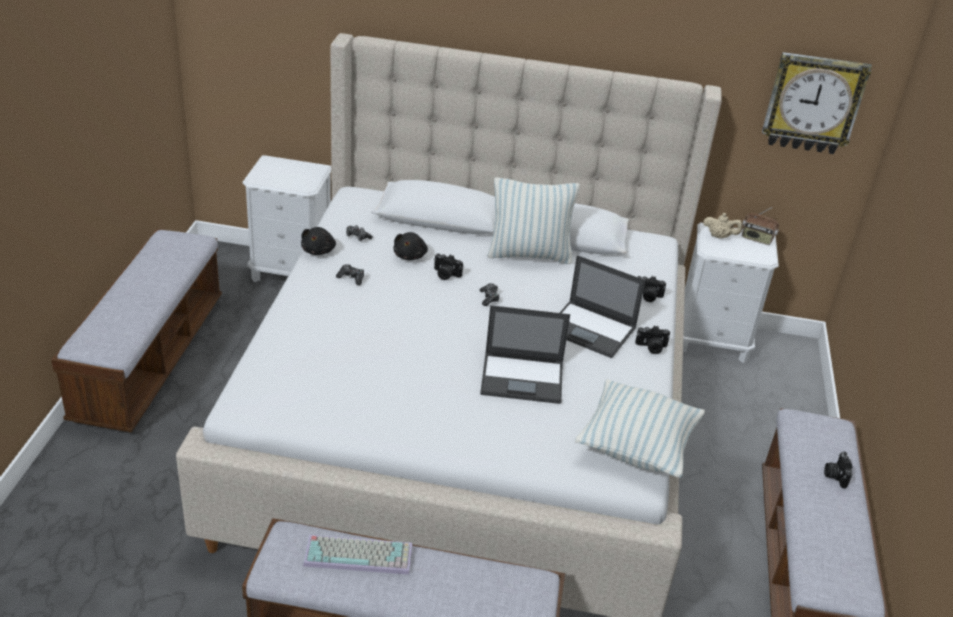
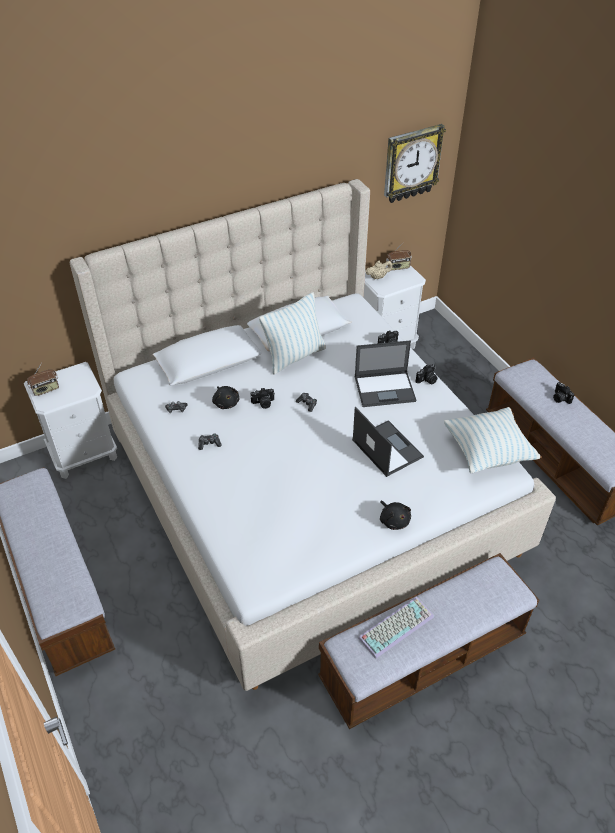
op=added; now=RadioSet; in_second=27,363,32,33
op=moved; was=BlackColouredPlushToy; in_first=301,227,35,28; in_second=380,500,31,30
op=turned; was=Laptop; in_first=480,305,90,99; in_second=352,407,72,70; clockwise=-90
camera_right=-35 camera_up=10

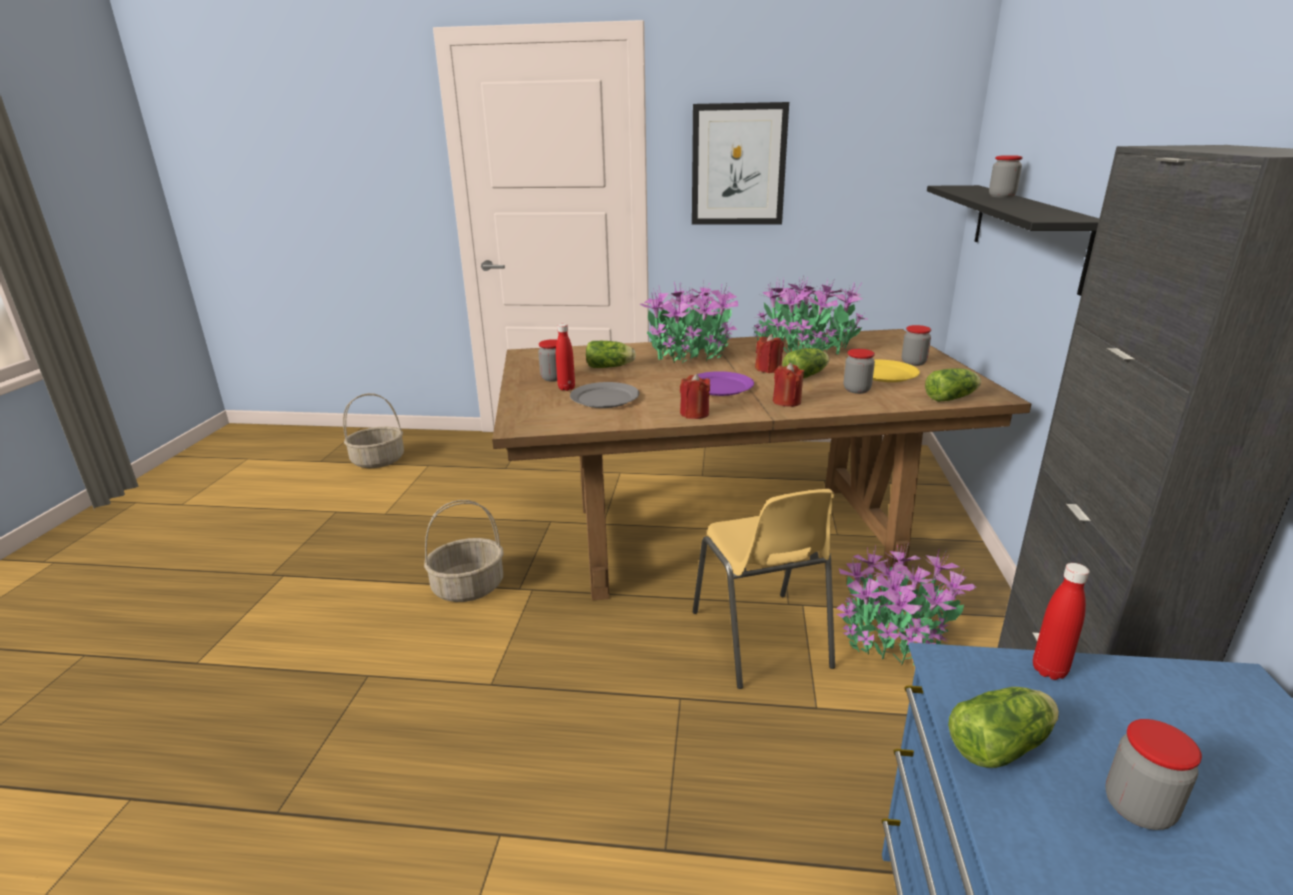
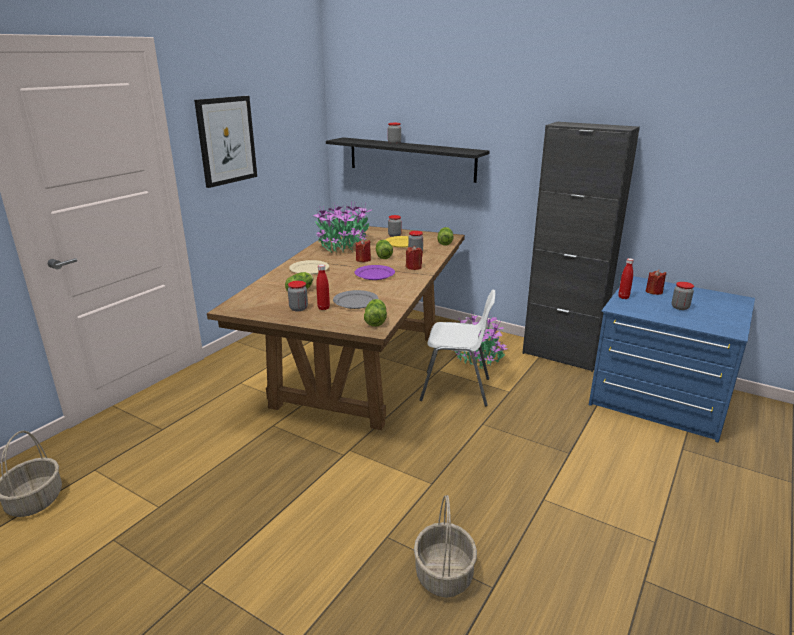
op=moved; was=Basket; in_first=424,500,80,102; in_second=414,495,63,103
op=moved; was=ReddishCandle; in_first=680,373,30,46; in_second=646,270,20,25
op=moved; was=Lettuce; in_first=948,687,111,81; in_second=364,299,23,28
op=replaced; was=Houseplant; now=BeigeColouredDinnerPlate; in_first=640,280,98,83; in_second=289,260,40,15
op=recoloured; was=YellowUprightChair; now=WhiteColouredUprightChair; in_first=693,489,142,200; in_second=420,290,75,116
camera_right=-65 camera_up=0

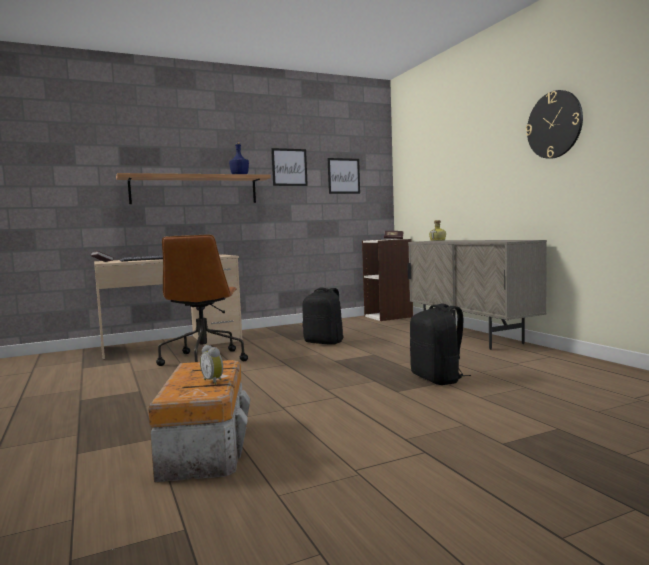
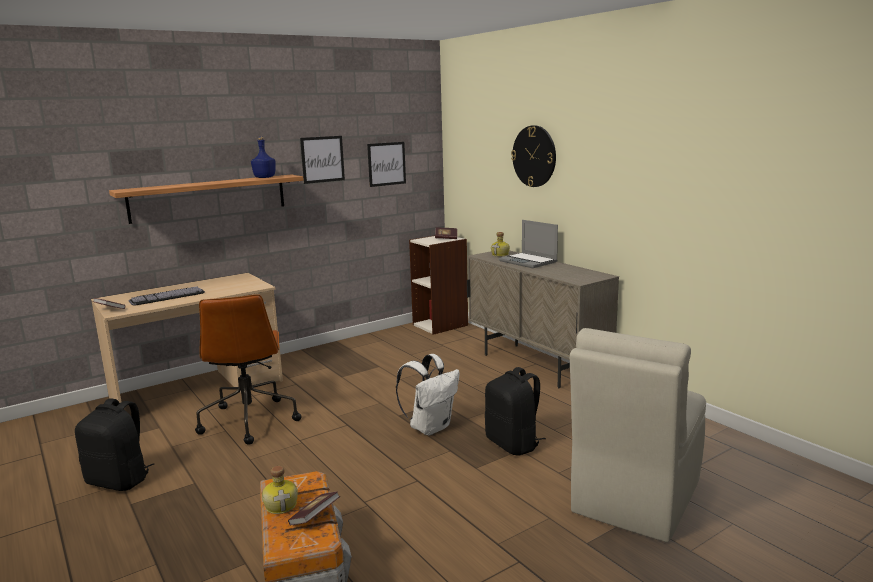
op=added; now=BeverageBottle; in_second=262,466,36,48
op=added; now=WhiteColouredRucksack; in_second=396,354,64,82
op=added; now=Laptop; in_second=499,220,59,48
op=added; now=BeigeColouredUprightChair; in_second=570,328,136,214
op=moved; was=BlackColouredRucksack; in_first=302,288,42,57; in_second=75,398,79,93
op=moved; was=HangingClock; in_first=526,90,57,69; in_second=511,125,45,62
op=replaced; was=TableClock; now=Volume; in_first=200,345,23,40; in_second=288,491,52,34
camera_right=-10 camera_up=10

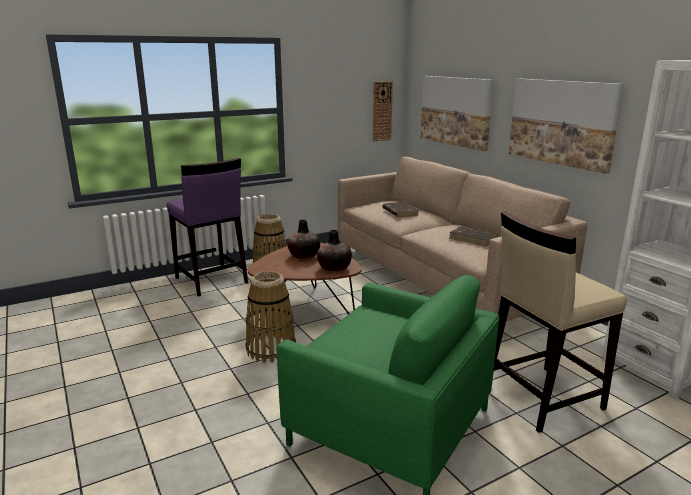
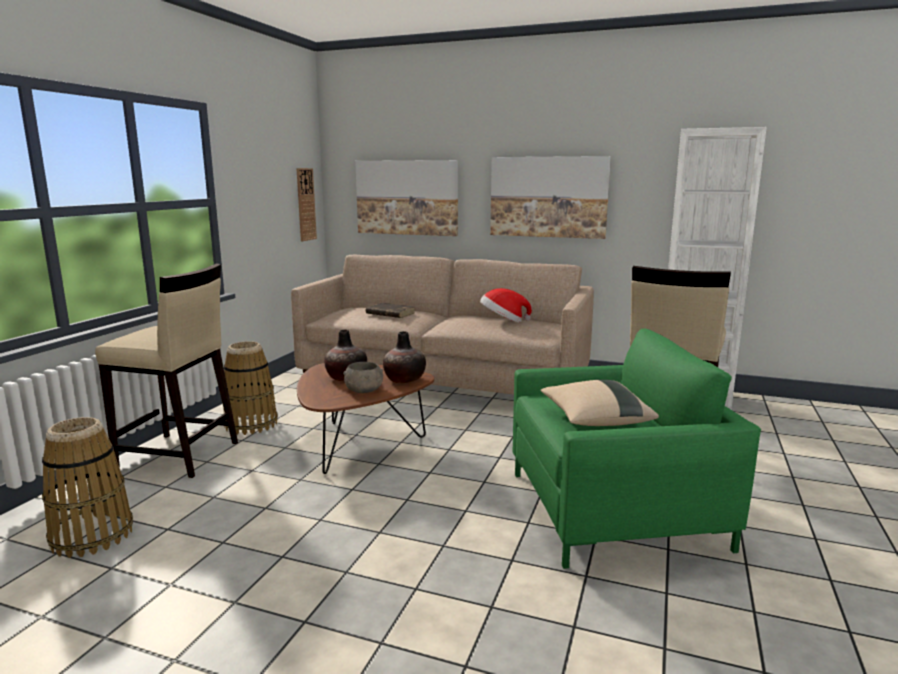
op=added; now=GreyishServingBowl; in_second=343,362,40,31
op=added; now=BeigeColouredPillow; in_second=541,380,118,46
op=moved; was=Basket; in_first=246,271,50,92; in_second=42,417,91,141
op=replaced; was=BrownishVolume; now=WearableHat; in_first=449,226,49,20; in_second=480,288,52,35
op=recoloured; was=PurpleColouredSittingStool; now=BeigeColouredSittingStool; in_first=167,158,81,139; in_second=95,263,143,215
camera_right=-40 camera_up=-5

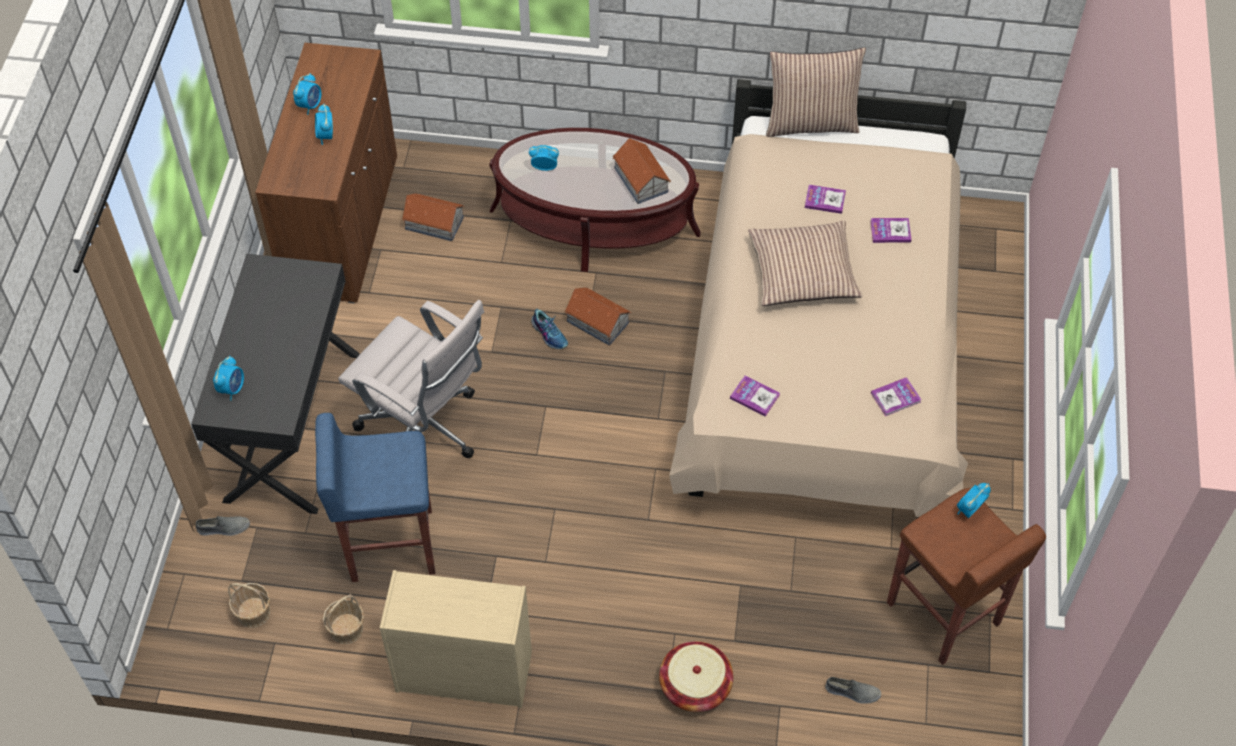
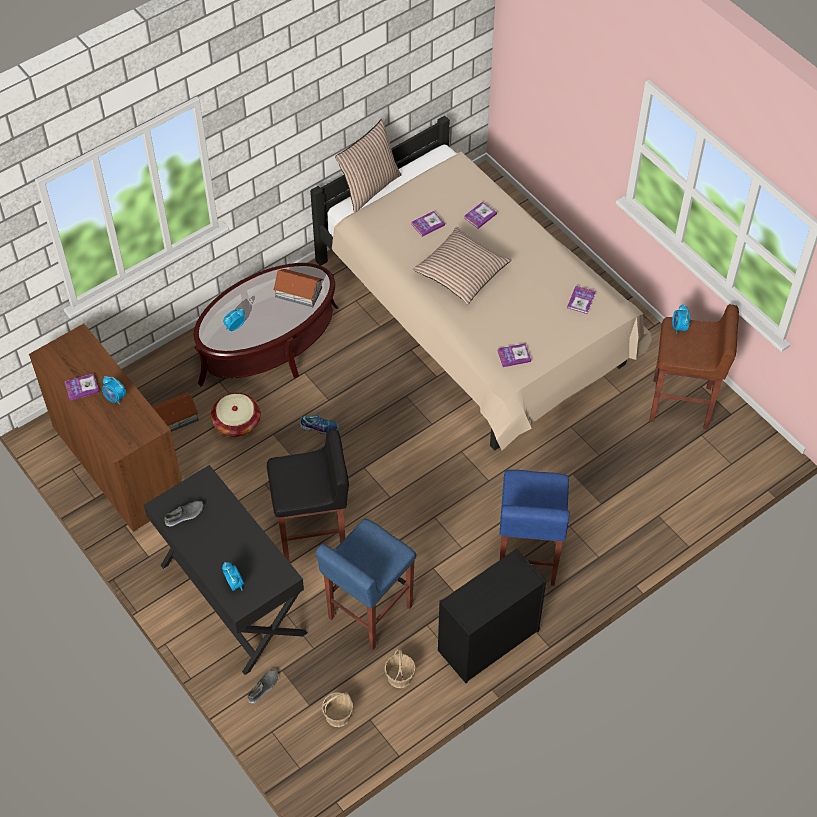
op=removed; was=ToyHouse; in_first=565,287,66,59
op=added; now=BlueSittingStool; in_second=500,470,69,116
op=moved; was=Basket; in_first=659,641,74,71; in_second=211,393,50,44
op=moved; was=GreyishShoe; in_first=825,677,56,27; in_second=164,501,39,26
op=replaced; was=TableClock; now=Volume; in_first=293,73,28,42; in_second=65,374,34,27
op=replaced; was=WhiteColouredOfficeChair; now=BlackColouredSittingStool; in_first=338,300,146,158; in_second=267,430,82,132
op=recoloured; was=BeigeColouredChestOfDrawers; now=BlackColouredChestOfDrawers; in_first=380,570,152,138; in_second=438,548,108,135
camera_right=-45 camera_up=0

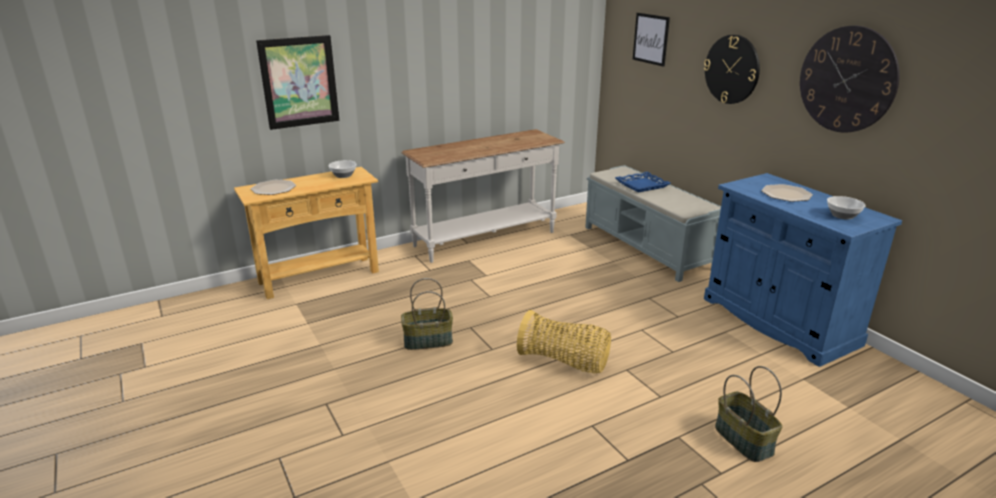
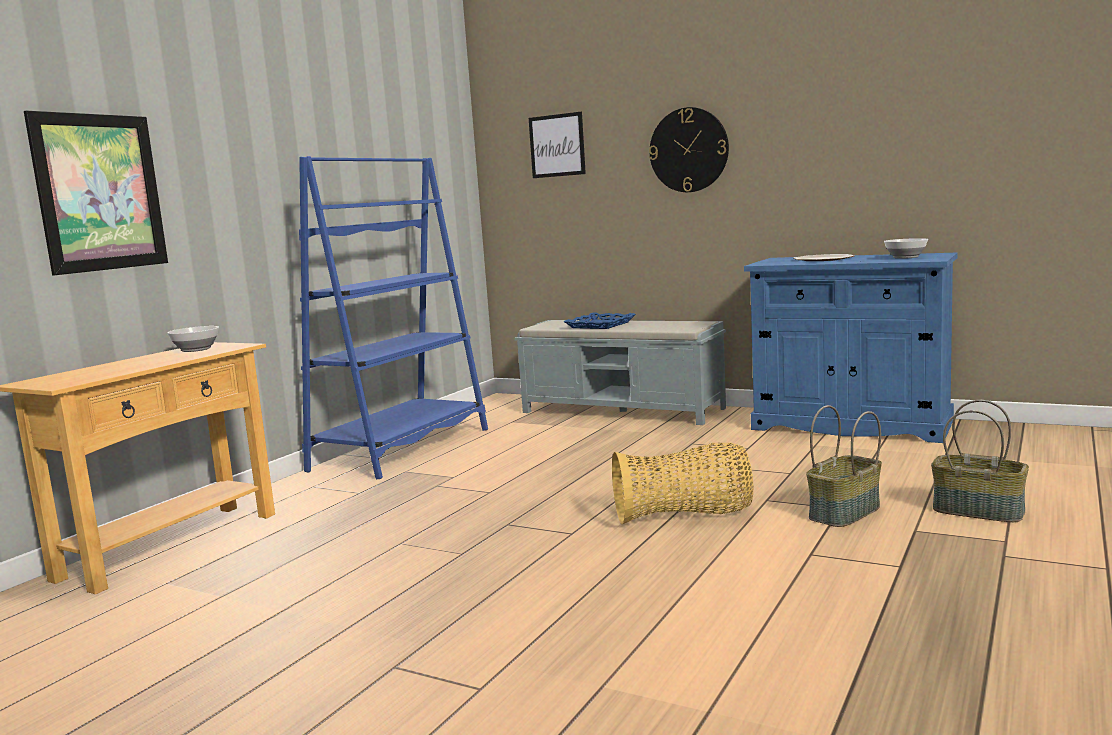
op=removed; was=DinnerPlate; in_first=251,180,45,15
op=removed; was=HangingClock; in_first=800,26,100,107
op=moved; was=Basket; in_first=401,278,52,72; in_second=806,405,76,122
op=replaced; was=WhiteColouredConsoleTable; now=BlueShelvingUnit; in_first=401,129,164,134; in_second=299,156,189,323
camera_right=-30 camera_up=-15

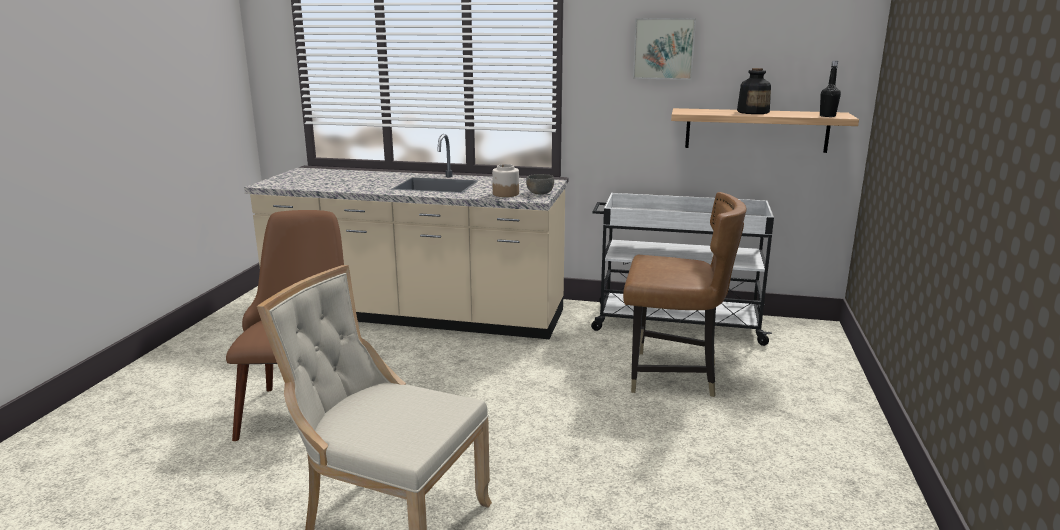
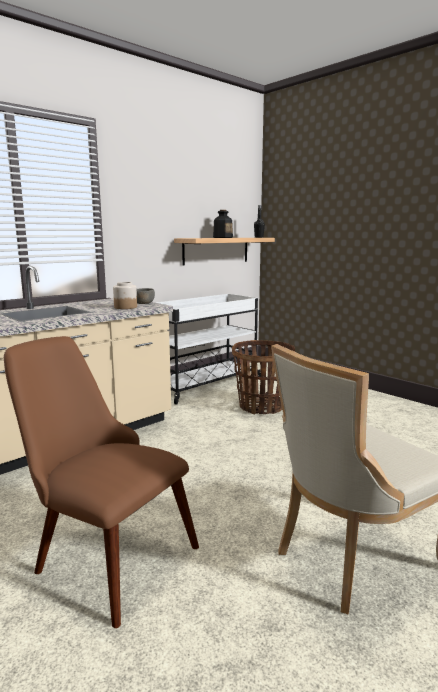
op=removed; was=WallPicture; in_first=633,18,63,62
op=replaced; was=BrownishUprightChair; now=Basket; in_first=623,192,123,205; in_second=232,340,63,74
camera_right=-55 camera_up=-5

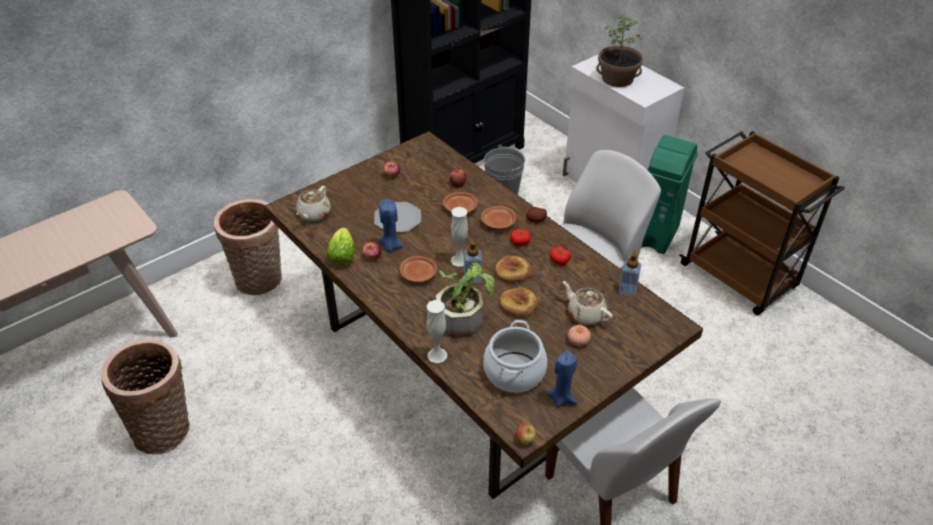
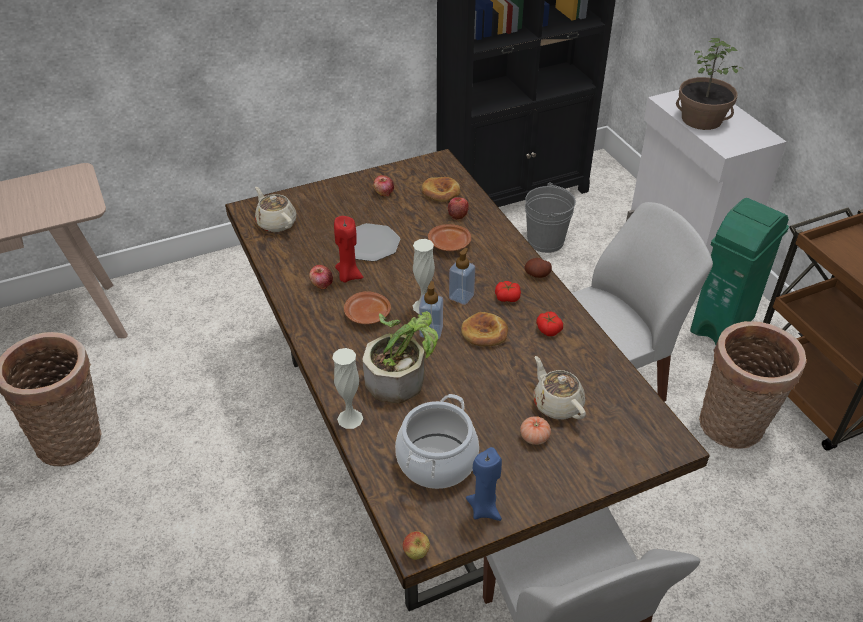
op=removed; was=Lettuce; in_first=327,228,28,37
op=removed; was=BrownishDinnerPlate; in_first=481,206,35,23
op=moved; was=Basket; in_first=214,199,68,97; in_second=699,321,108,128
op=moved; was=Bread; in_first=500,287,38,29; in_second=422,177,39,25
op=moved; was=LiquidSoapBottle; in_first=619,250,22,46; in_second=449,248,26,57
op=recoloured; was=BlueCandle; now=ReddishCandle; in_first=378,199,26,54; in_second=334,216,29,66
op=turned; was=BeigeColouredTeaPot; in_first=296,186,35,35; in_second=255,187,41,45; clockwise=105
camera_right=15 camera_up=0

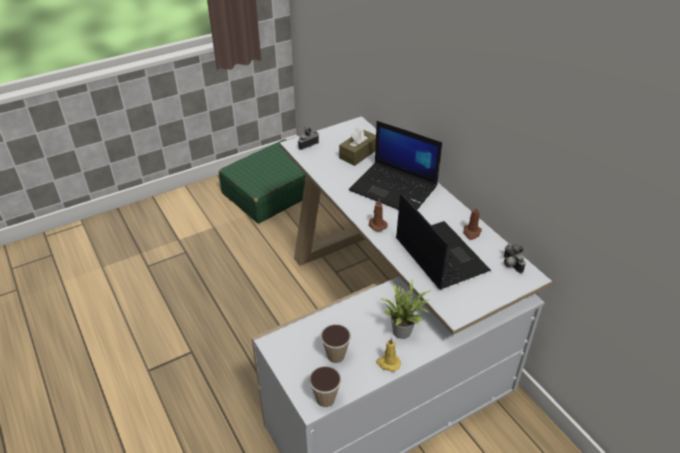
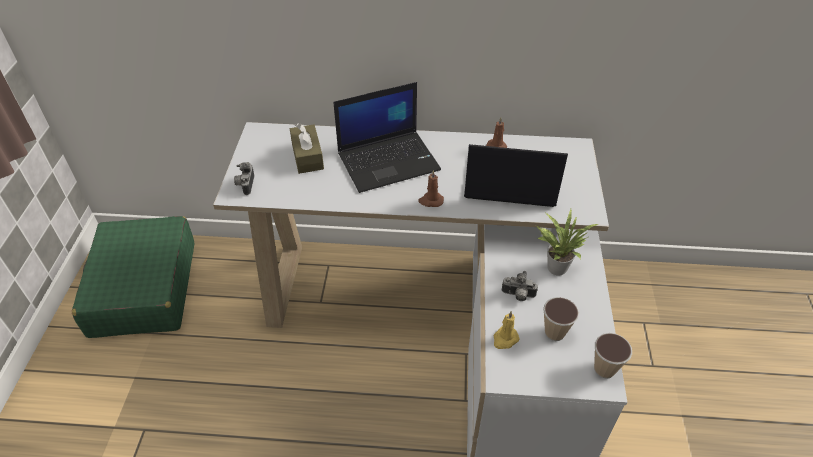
op=moved; was=YellowCandle; in_first=376,338,25,34; in_second=494,311,26,38
op=moved; was=PhotoCamera; in_first=504,244,22,29; in_second=502,271,36,30
camera_right=-55 camera_up=5

